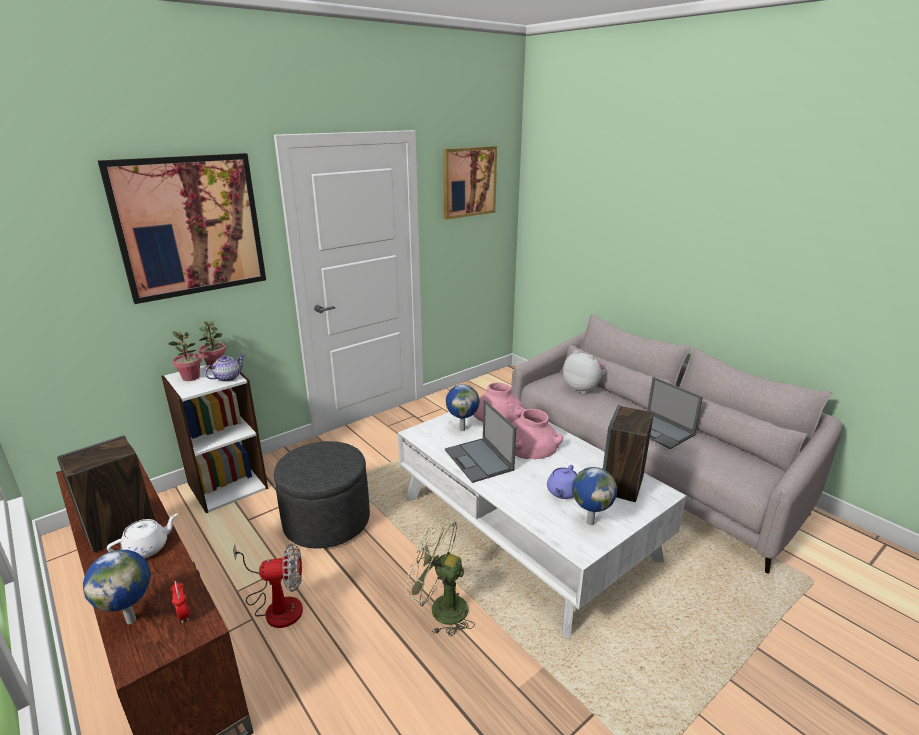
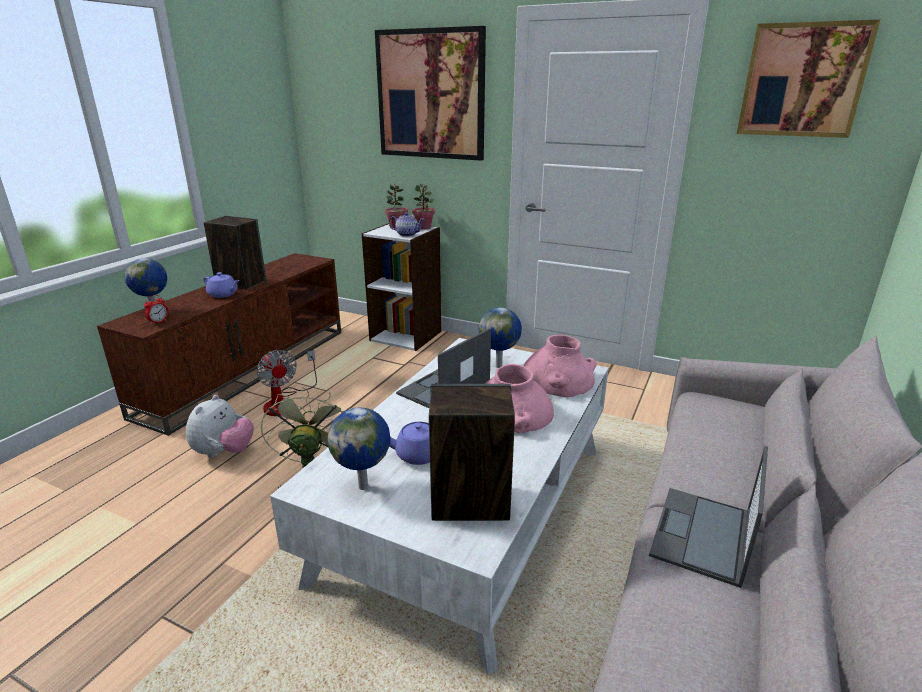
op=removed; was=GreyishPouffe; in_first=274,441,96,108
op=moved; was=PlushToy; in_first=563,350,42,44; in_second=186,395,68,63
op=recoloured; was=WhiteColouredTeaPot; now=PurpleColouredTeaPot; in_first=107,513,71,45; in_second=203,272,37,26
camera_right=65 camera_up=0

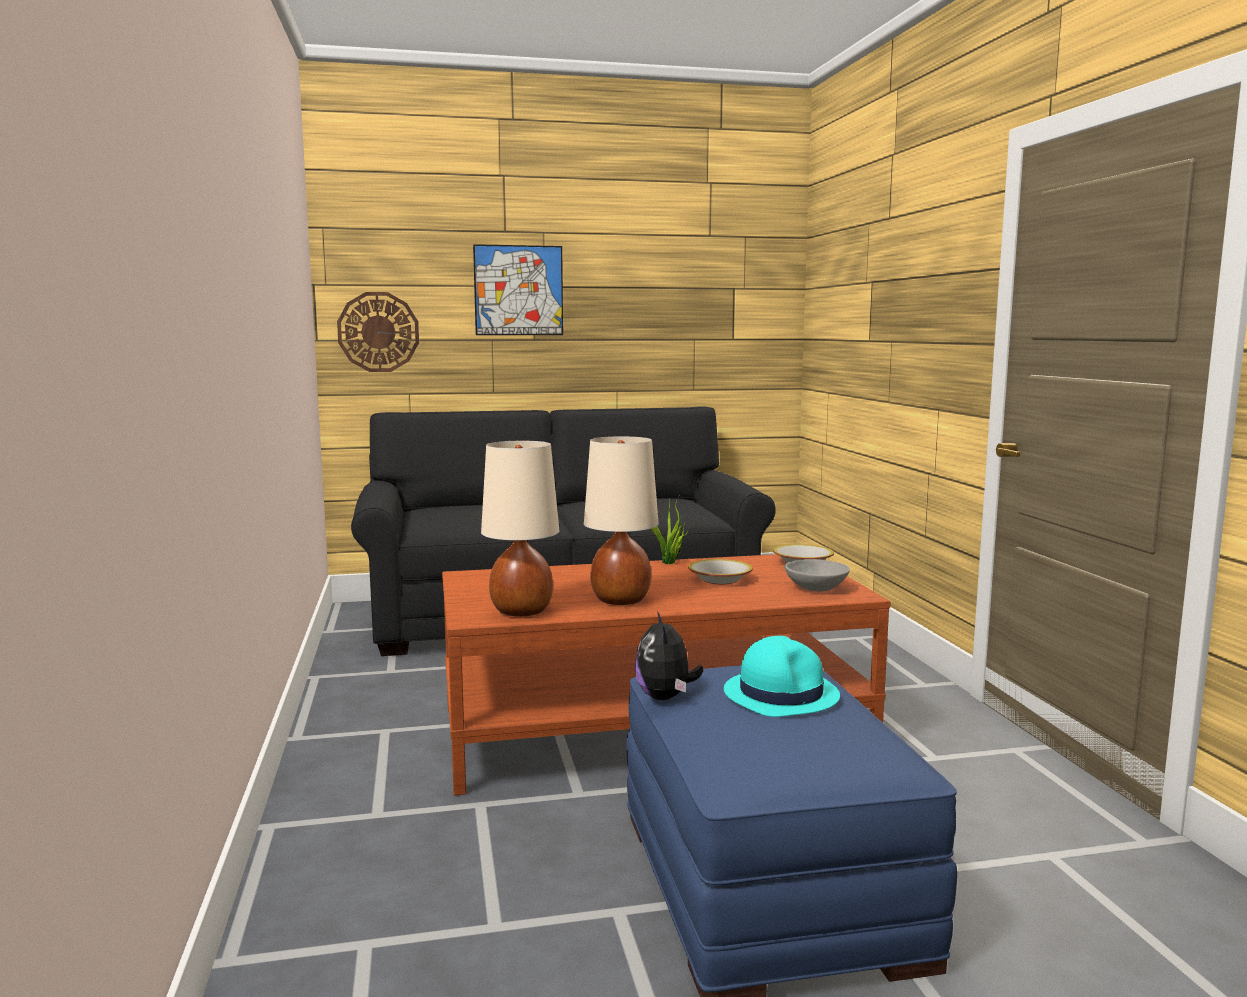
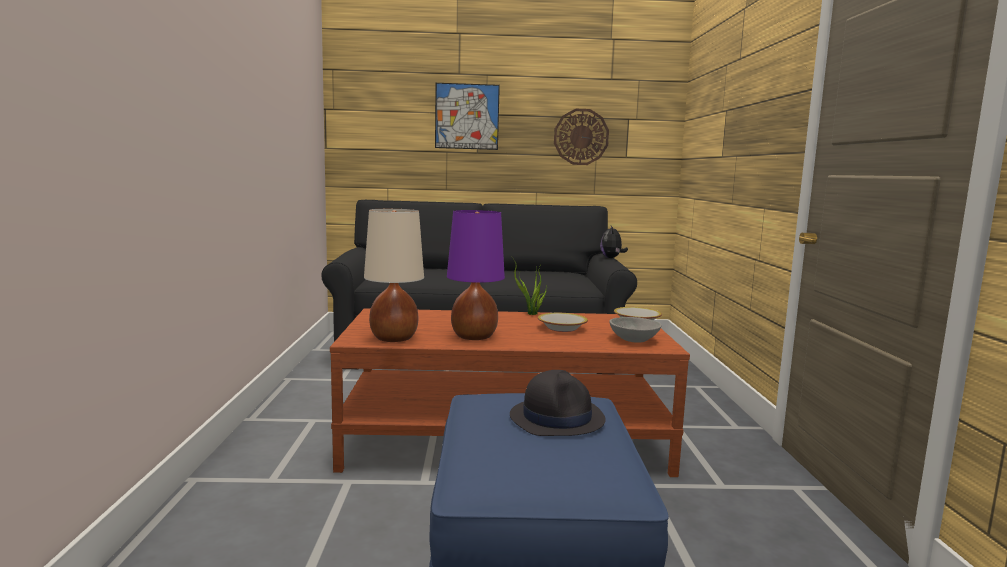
op=moved; was=HangingClock; in_first=337,292,82,80; in_second=554,109,55,56
op=moved; was=PlushToy; in_first=635,611,68,89; in_second=600,226,28,32
op=recoloured; was=BeigeColouredTabletopLamp; now=PurpleColouredTabletopLamp; in_first=584,436,75,169; in_second=447,210,58,130
op=recoloured; was=BlueGreenWearableHat; now=BlackColouredWearableHat; in_first=724,636,116,81; in_second=510,370,96,66
camera_right=10 camera_up=0

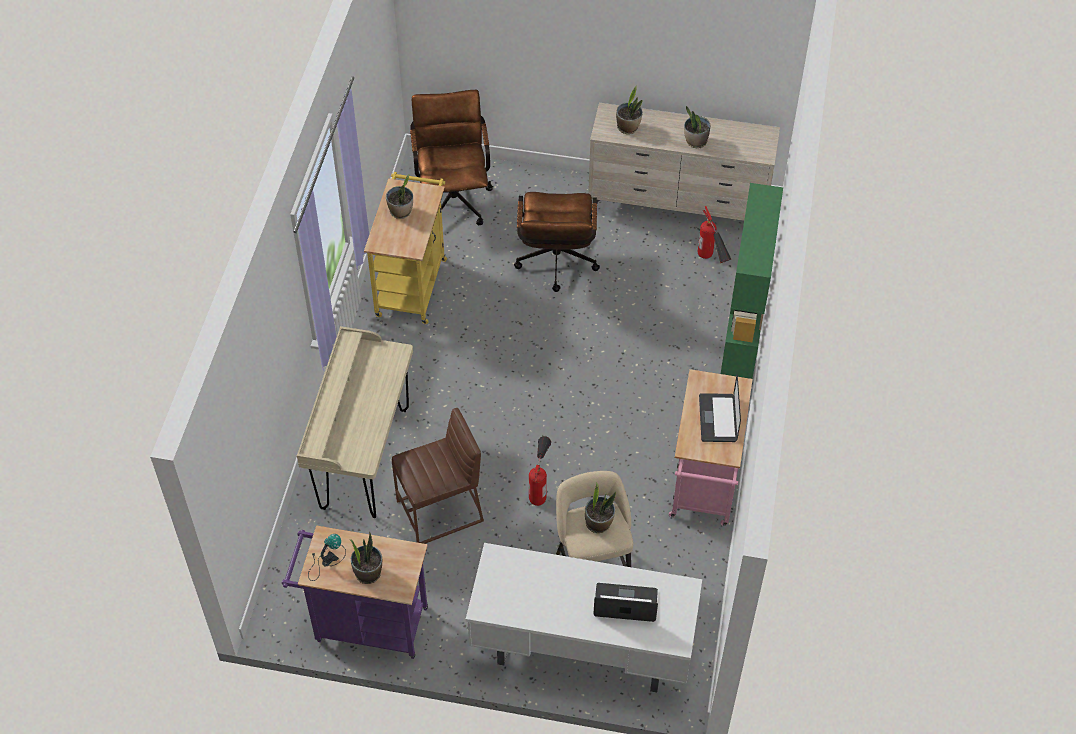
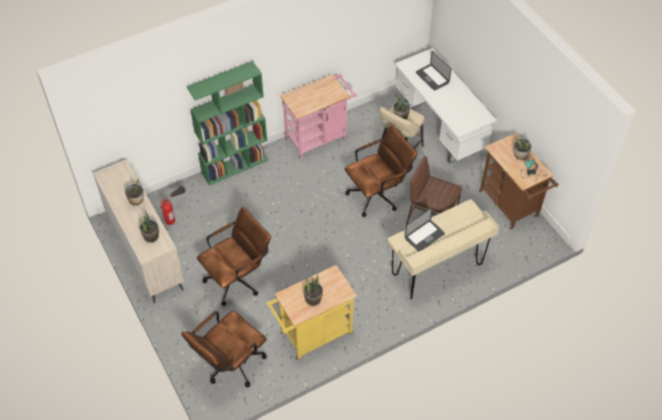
op=moved; was=Laptop; in_first=699,375,42,67; in_second=405,207,40,45
op=replaced; was=FireExtinguisher; now=BrownishOfficeChair; in_first=529,436,22,70; in_second=344,125,73,92
op=recoloured; was=PurpleColouredWheeledCart; now=BrownishWheeledCart; in_first=282,525,146,134; in_second=479,133,79,96
camera_right=-130 camera_up=0

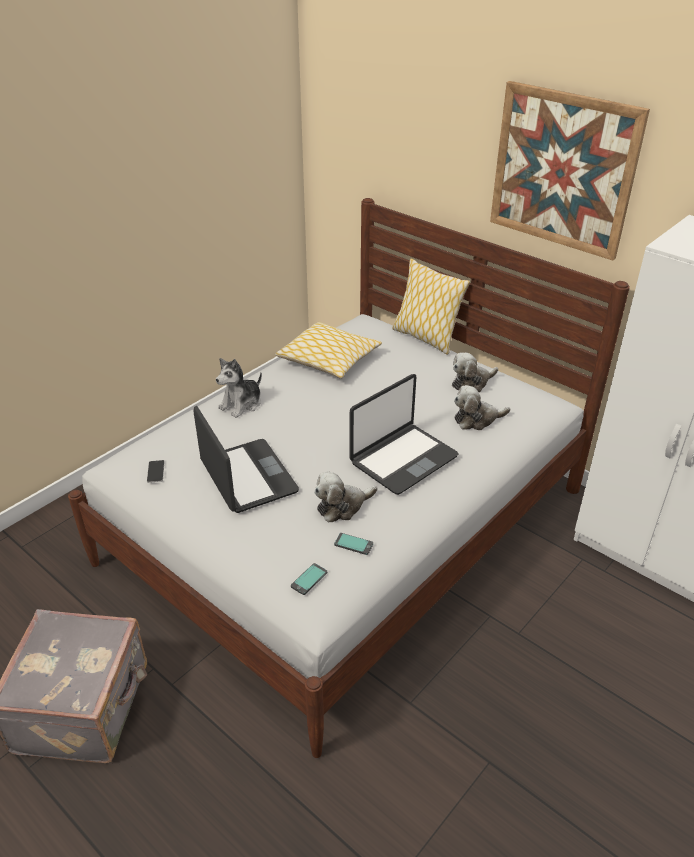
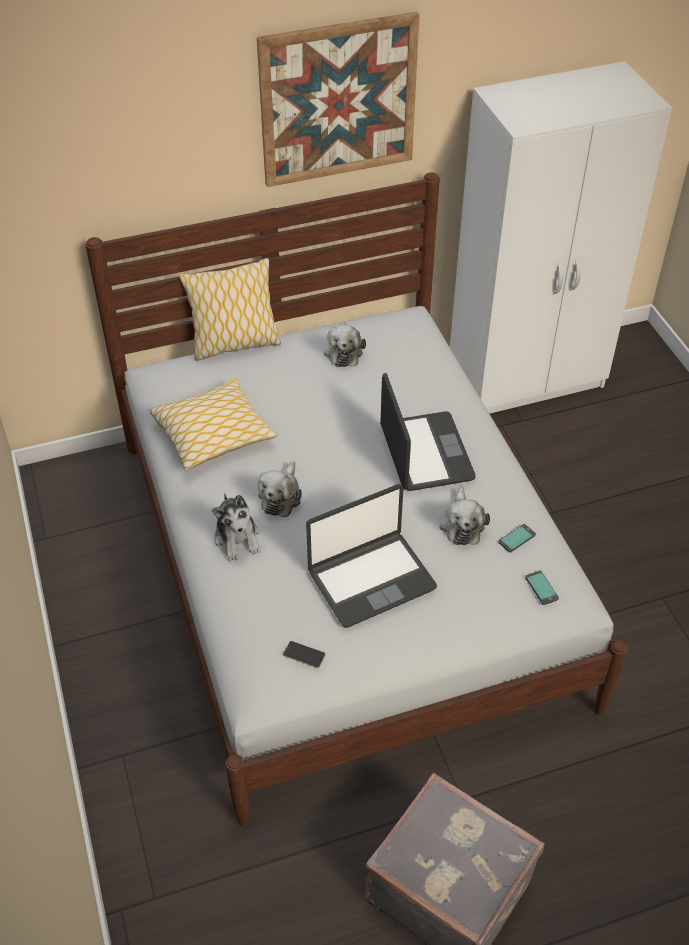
op=moved; was=PlushToy; in_first=454,385,56,45; in_second=258,461,44,56
op=turned; was=Laptop; in_first=193,406,106,107; in_second=306,484,131,144; clockwise=150
camera_right=-60 camera_up=10

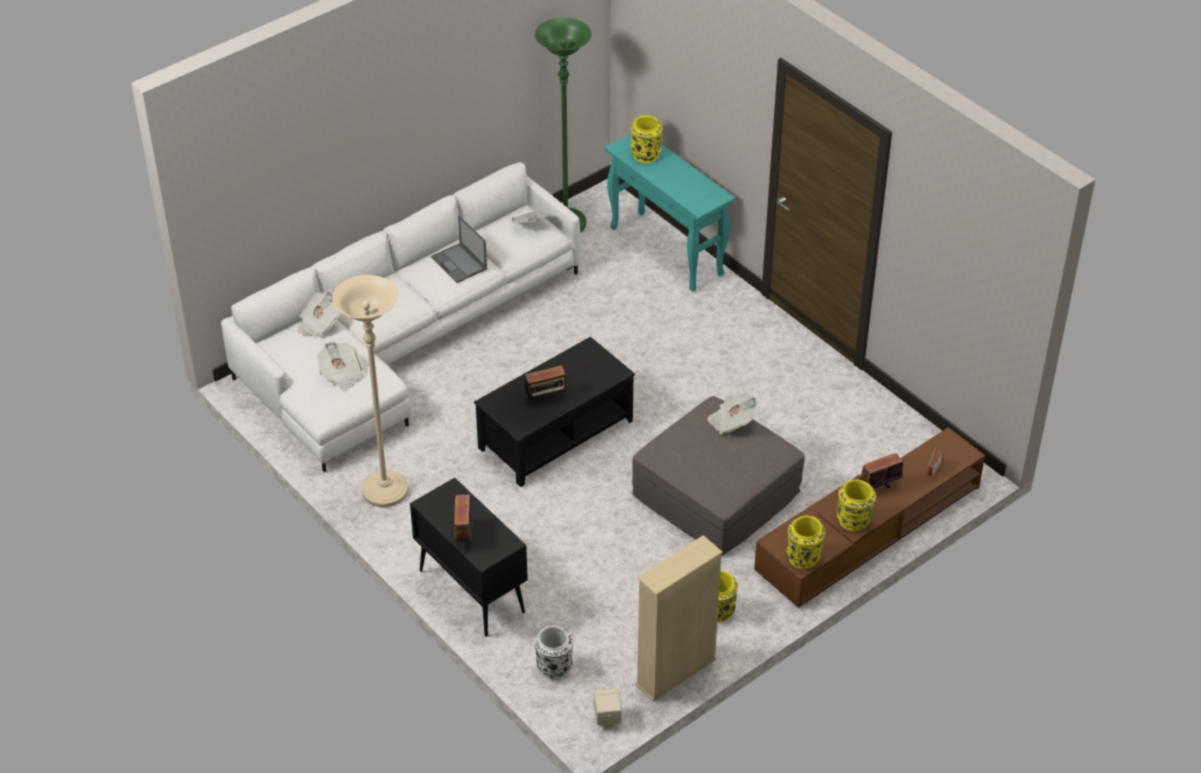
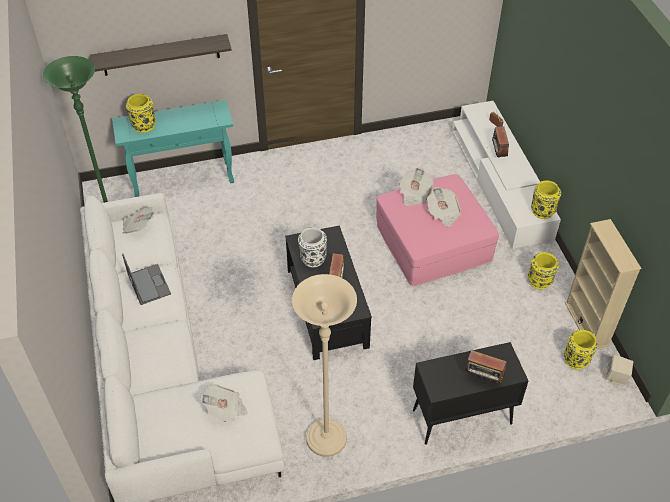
op=added; now=BracketShelf; in_second=90,34,142,42
op=moved; was=PrintedPaper; in_first=297,291,44,46; in_second=427,187,34,40
op=moved; was=WhiteColouredDecorativeVase; in_first=535,626,38,54; in_second=298,227,29,40
op=moved; was=YellowDecorativeVase; in_first=837,479,39,52; in_second=564,330,34,39
op=recoloured; was=GreyishPouffe; now=PinkishPouffe; in_first=632,396,173,160; in_second=376,174,123,112
op=recoloured; was=BrownishMediaConsole; now=WhiteColouredMediaConsole; in_first=754,428,231,180; in_second=452,101,109,148
op=turned; was=Laptop; in_first=431,216,56,67; in_second=122,253,49,52; clockwise=-105
camera_right=-65 camera_up=5

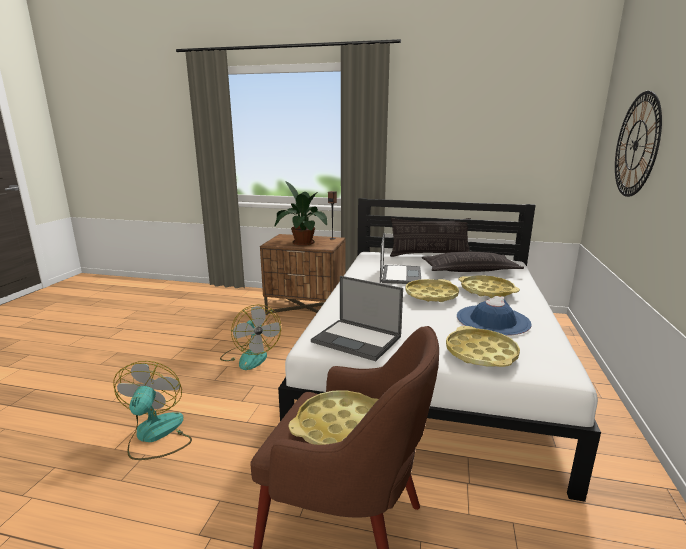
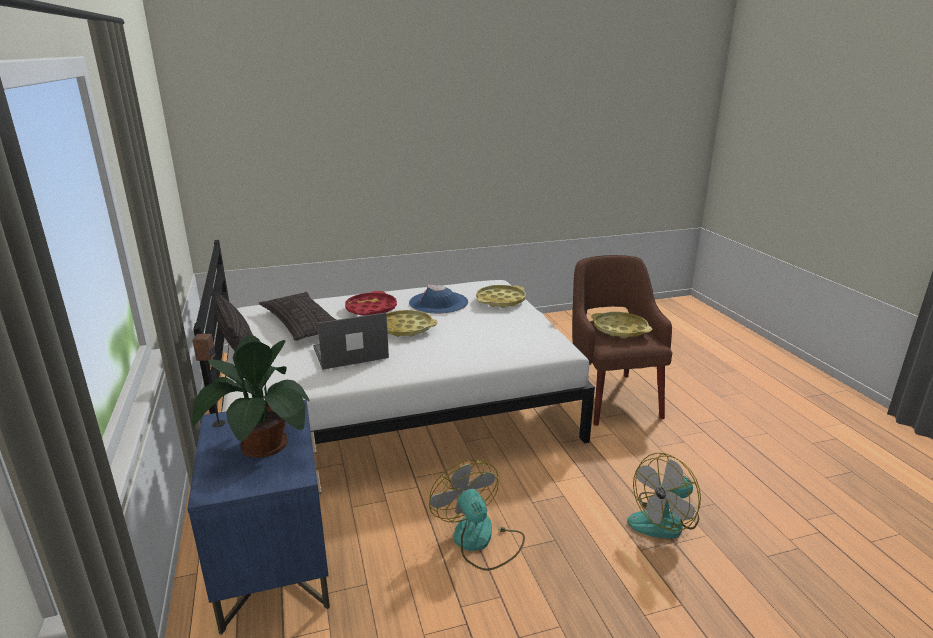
op=removed; was=Laptop; in_first=311,276,92,85
op=removed; was=HangingClock; in_first=615,91,47,106
op=recoloured; was=BrownishNightstand; now=BlueNightstand; in_first=260,234,85,81; in_second=187,400,143,235
op=recoloured; was=YellowCarryingTray; now=ReddishCarryingTray; in_first=458,275,62,23; in_second=345,291,52,24
op=turned; was=Fan; in_first=220,304,61,66; in_second=429,460,96,111; clockwise=-60
camera_right=-120 camera_up=5

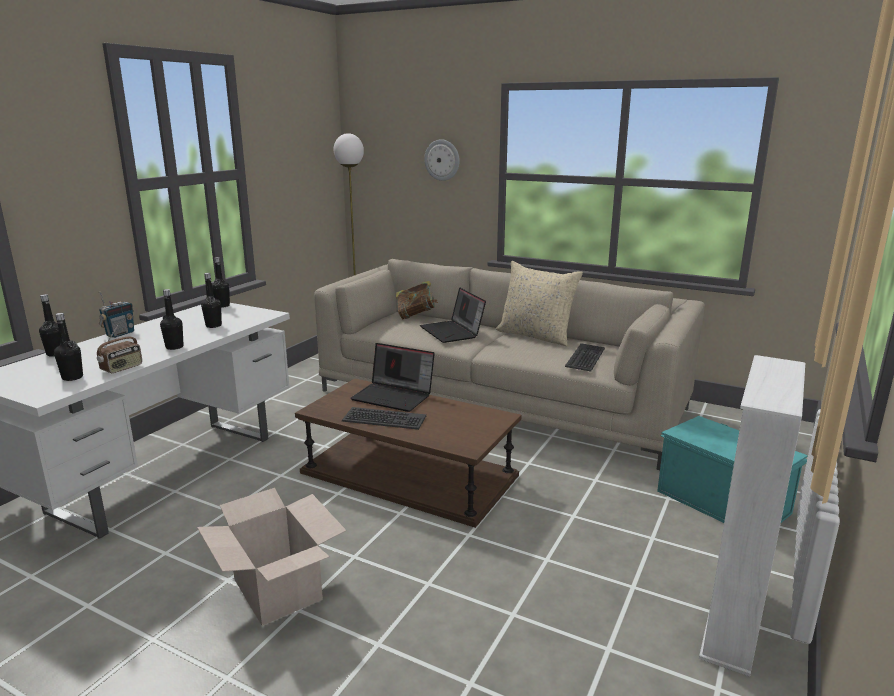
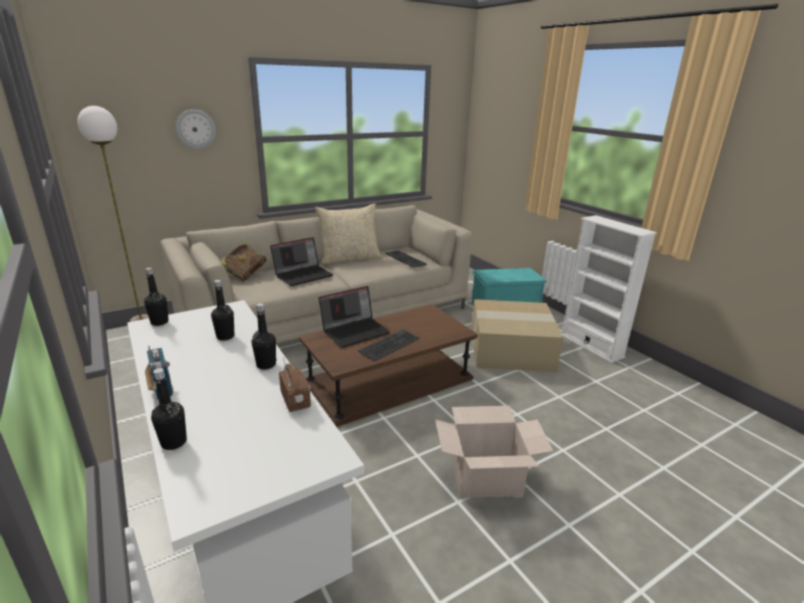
op=removed; was=BlackColouredBeverageBottle; in_first=54,313,29,68
op=added; now=Carton; in_second=471,299,92,73
op=turned; was=Laptop; in_first=420,287,66,56; in_second=270,237,64,49; clockwise=-45
camera_right=-60 camera_up=5

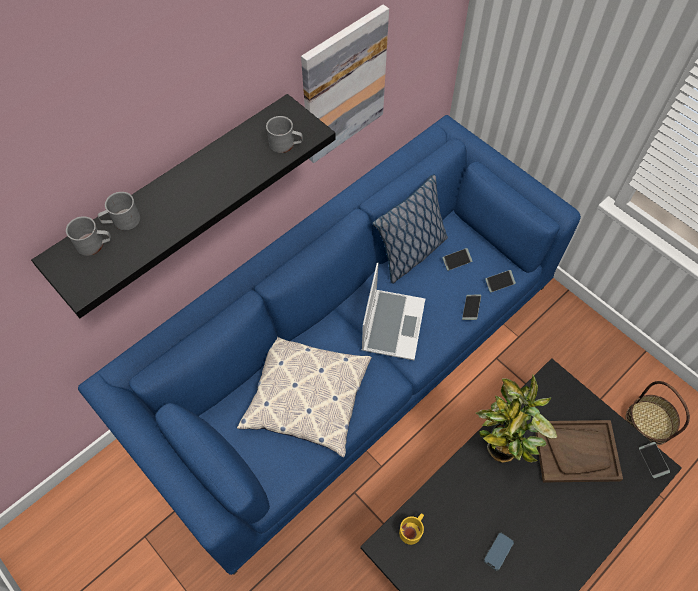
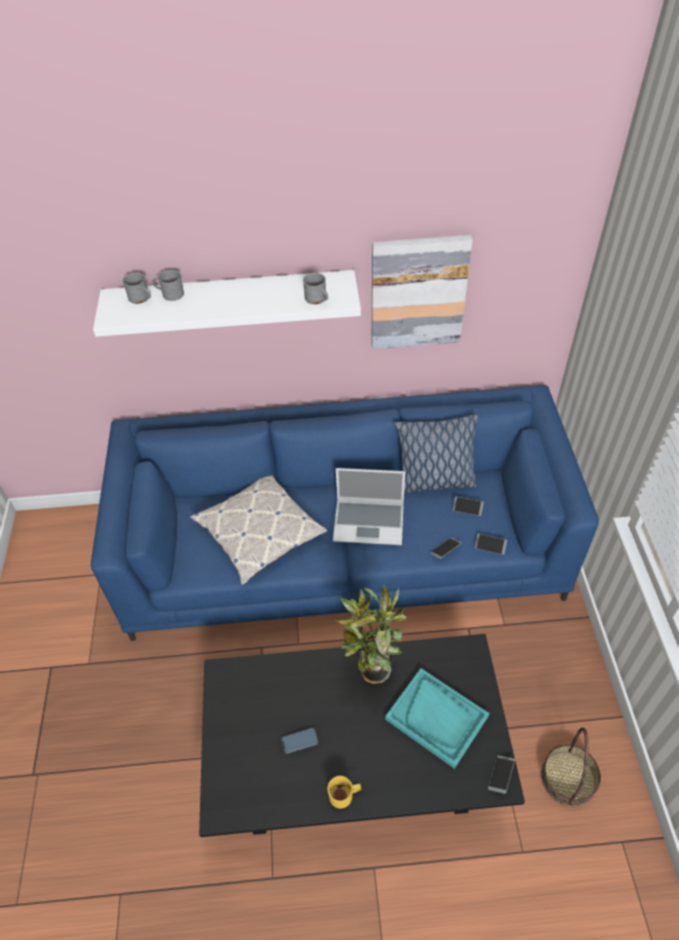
op=moved; was=YellowMug; in_first=399,513,25,32; in_second=327,776,34,33
op=recoloured; was=BlackColouredBracketShelf; now=WhiteColouredBracketShelf; in_first=31,94,305,224; in_second=93,270,268,67
op=recoloured; was=BrownishCarryingTray; now=BlueGreenCarryingTray; in_first=535,420,88,63; in_second=385,668,104,101
op=turned; was=Laptop; in_first=362,263,63,97; in_second=333,468,72,77; clockwise=45
camera_right=40 camera_up=-10

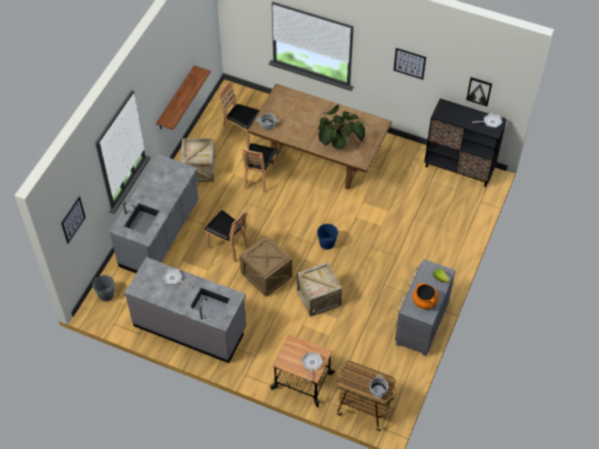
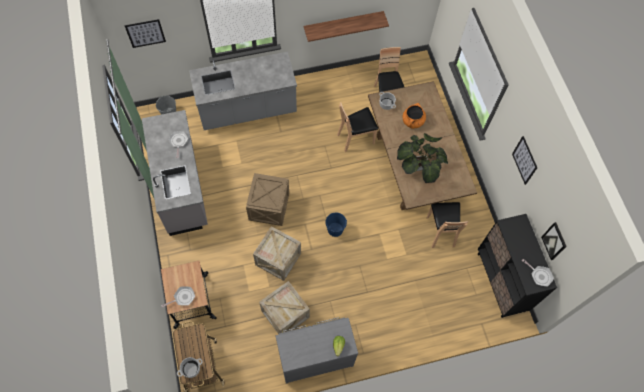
op=moved; was=PackingCrate; in_first=180,138,35,44; in_second=259,281,51,53
op=moved; was=BrownishUprightChair; in_first=205,209,44,53; in_second=427,202,41,46
op=moved; was=OrangeCookingPot; in_first=413,283,26,26; in_second=403,103,23,26
camera_right=50 camera_up=10

